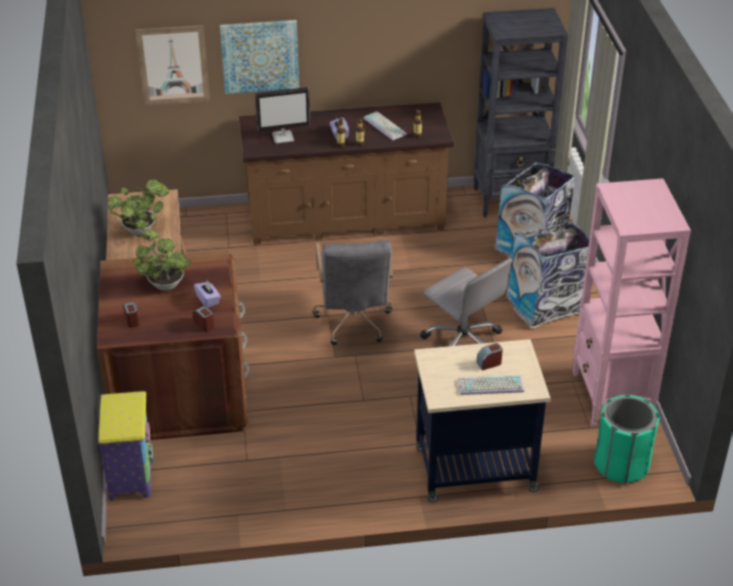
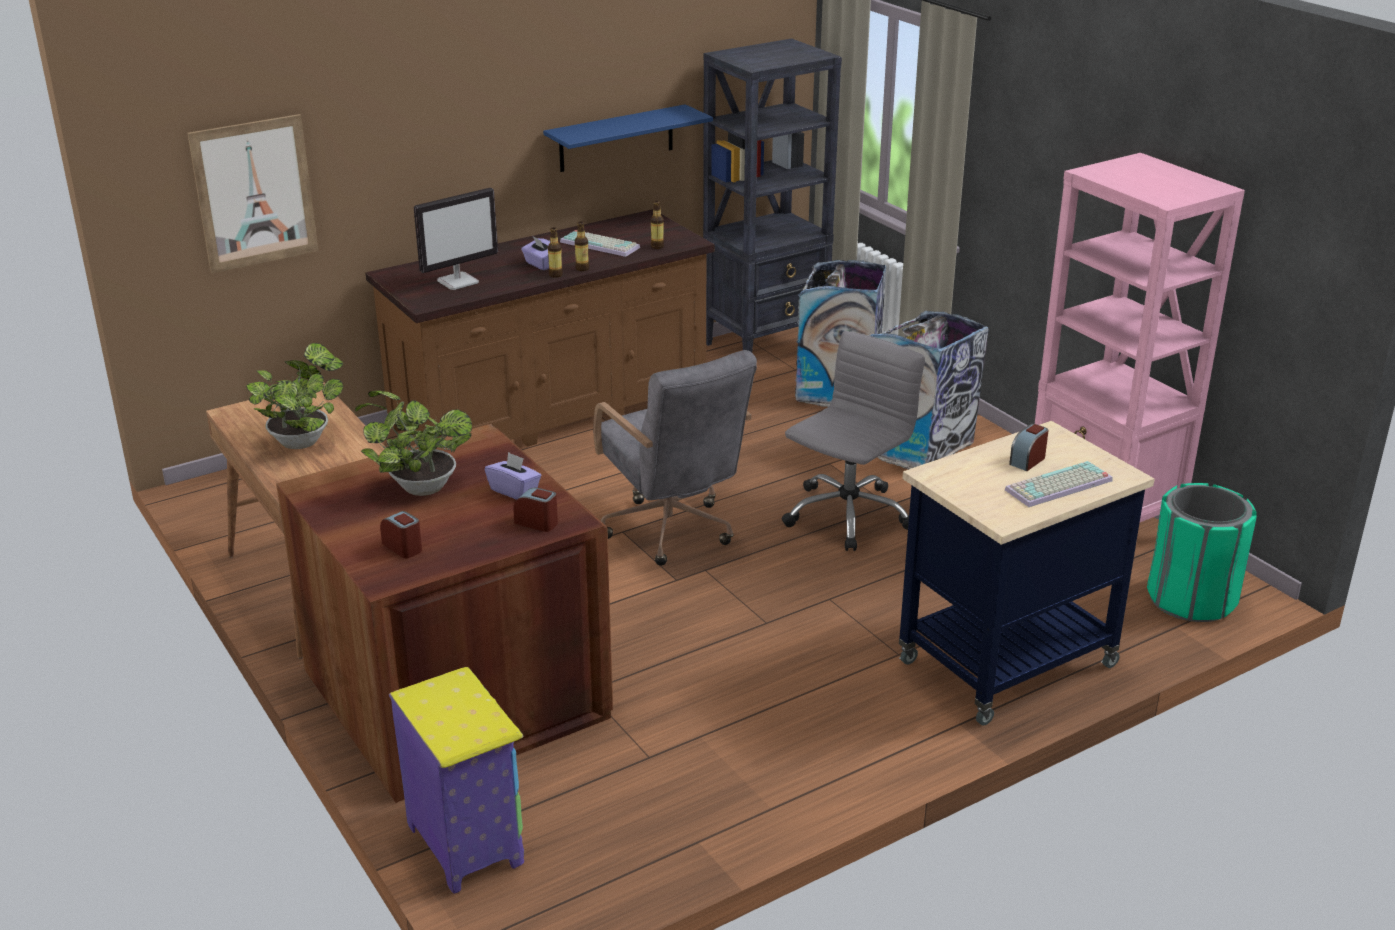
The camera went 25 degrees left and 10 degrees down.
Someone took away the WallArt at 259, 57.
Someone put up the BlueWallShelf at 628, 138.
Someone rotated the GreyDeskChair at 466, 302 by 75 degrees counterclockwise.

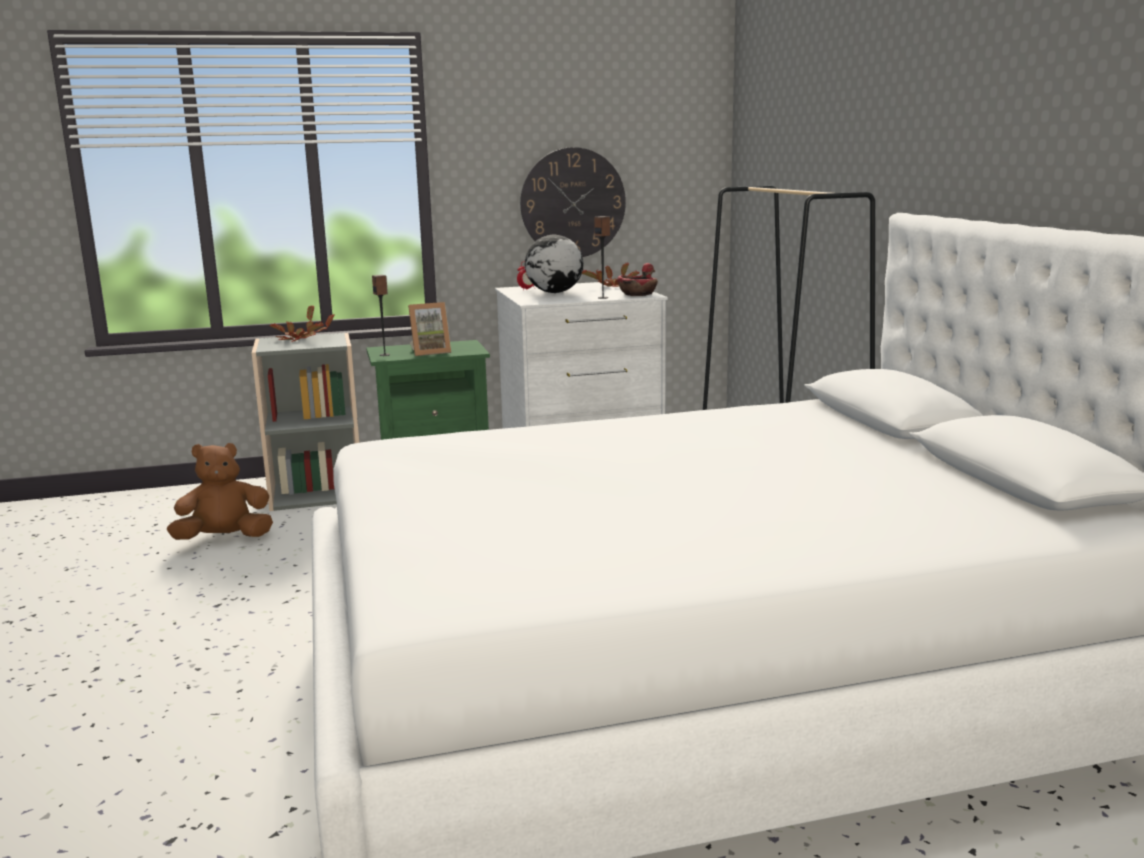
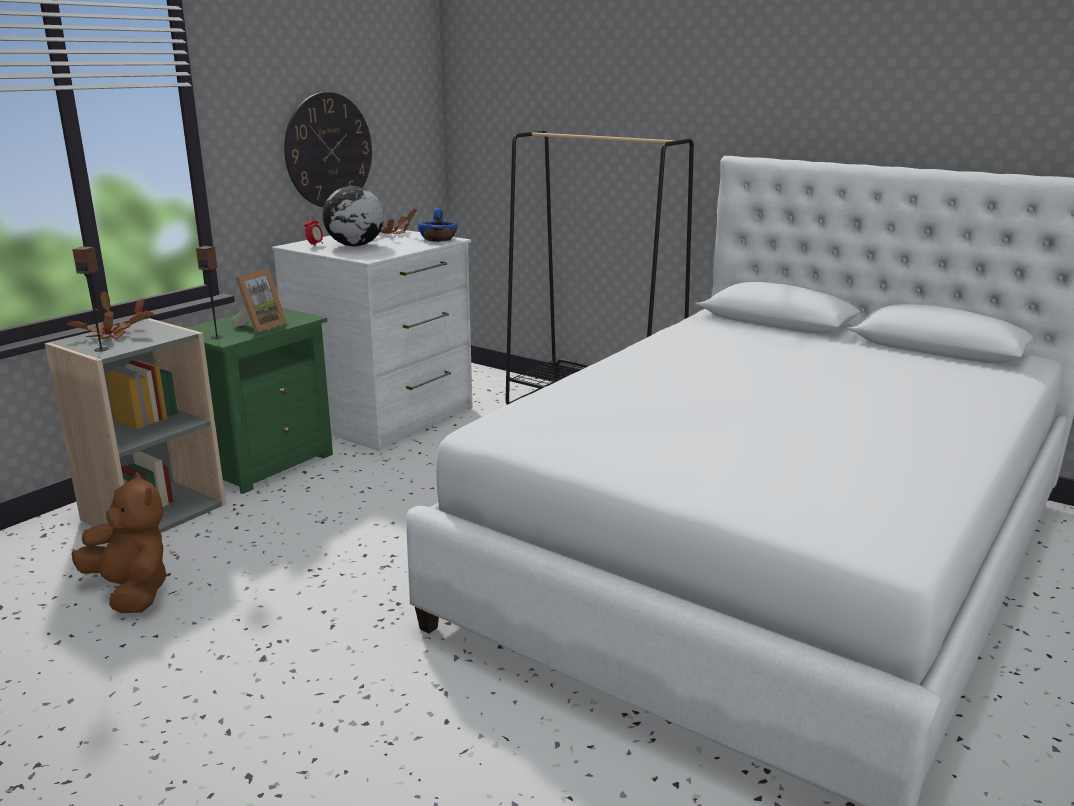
The camera went 40 degrees left and 5 degrees up.
Someone carried the Loudspeaker from 602, 257 to 90, 299.
Someone repainted the RedDeepDish at 637, 279, which became the BlueDeepDish at 438, 225.
Someone rotated the BrownishPlushToy at 220, 491 by 105 degrees clockwise.

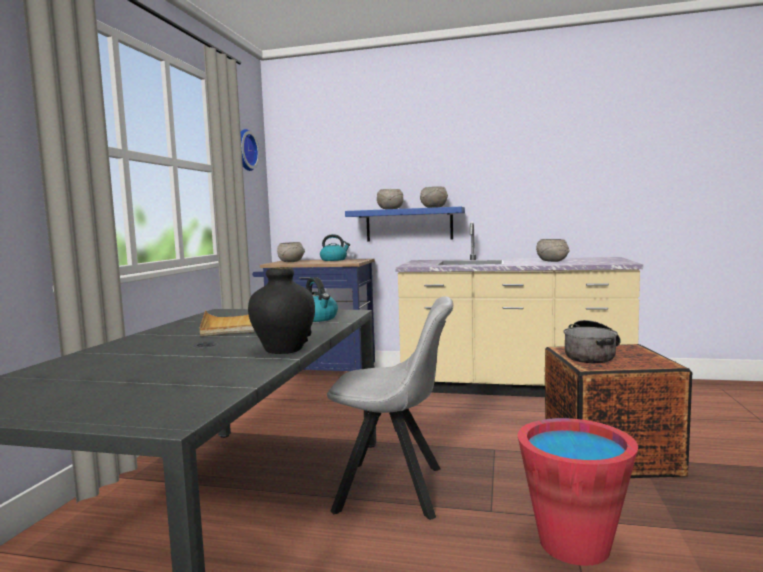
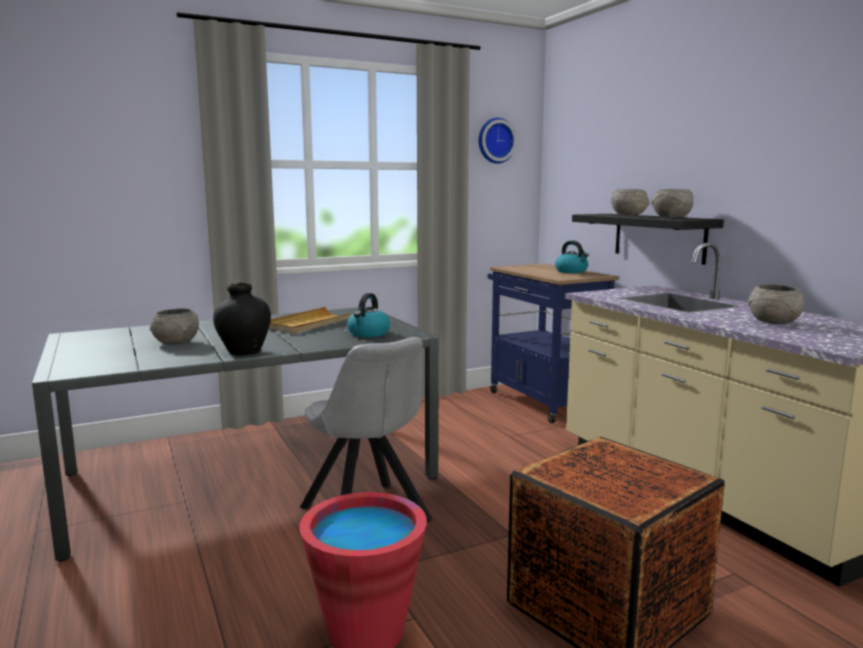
The camera went 50 degrees right and 5 degrees up.
Someone took away the Saucepot at 592, 341.
Someone carried the GreyDeepDish from 291, 252 to 174, 326.
Someone repainted the BlueWallShelf at 405, 224, which became the BlackishWallShelf at 648, 239.

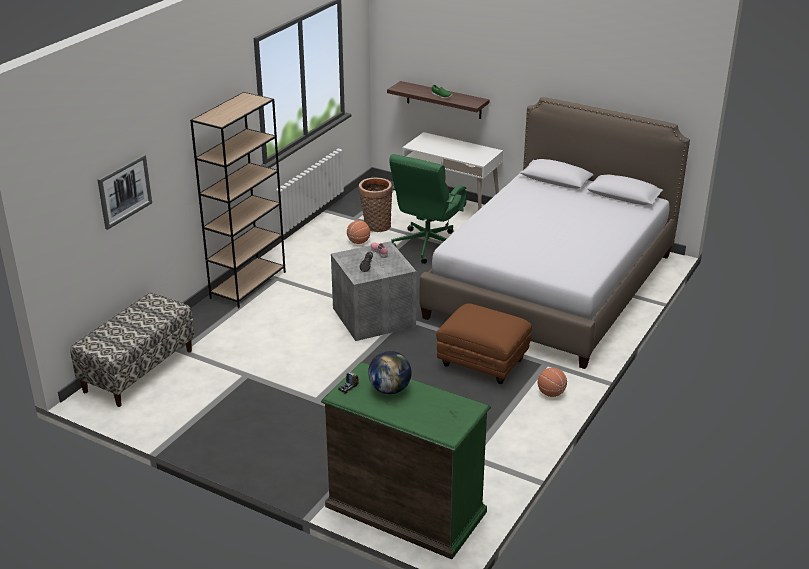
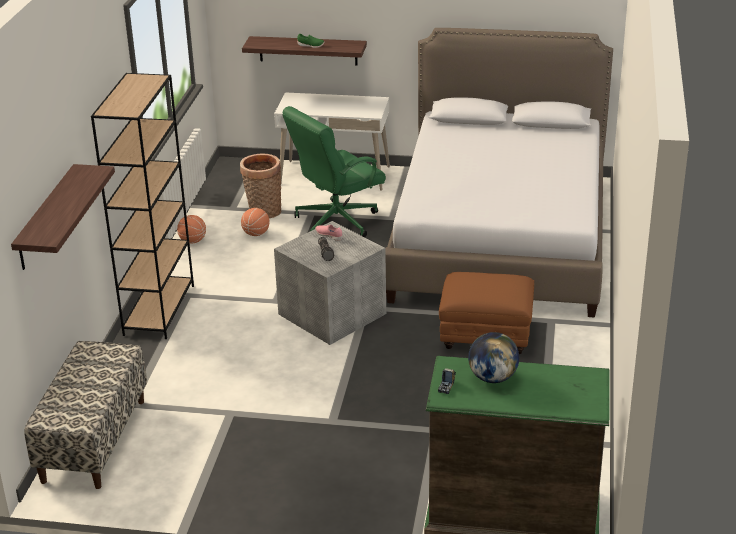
The camera went 20 degrees left and 0 degrees up.
Someone carried the BasketballBall from 552, 382 to 191, 229.
Someone swapped the WallArt at 124, 192 for the WallShelf at 63, 217.
Someone rotated the GreenishDeskChair at 428, 209 by 45 degrees clockwise.

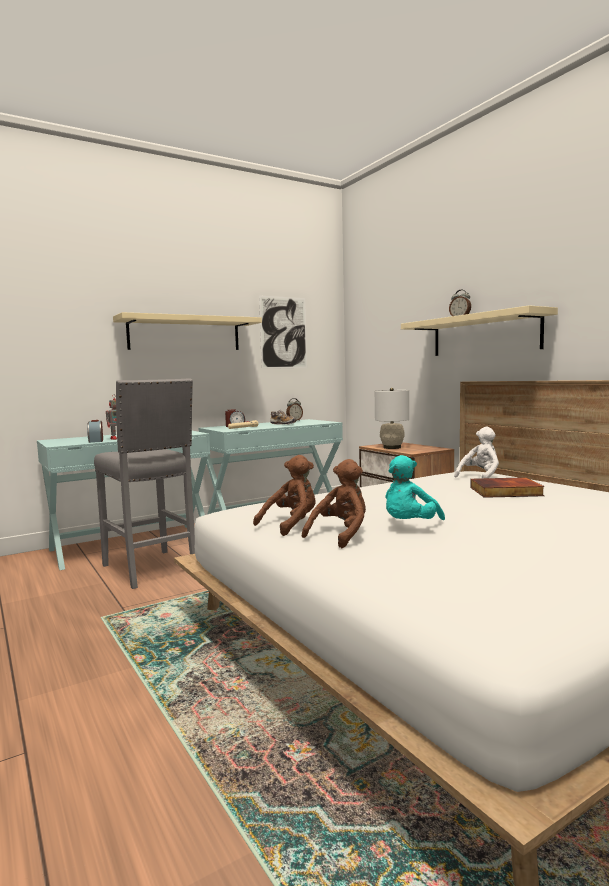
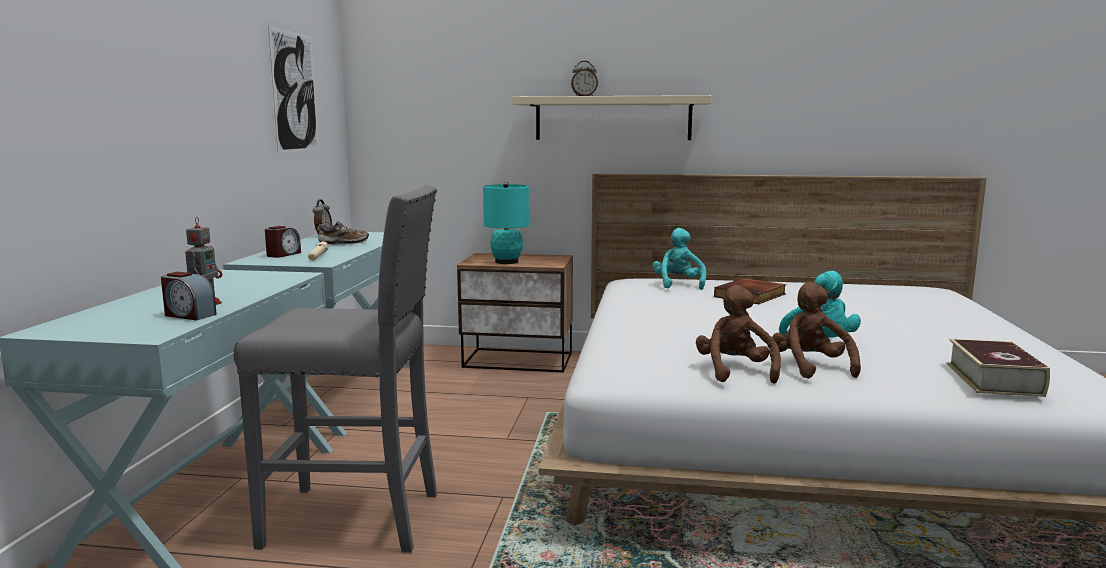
The camera went 50 degrees left and 5 degrees up.
Someone took away the SandColouredWallShelf at 187, 331.
Someone put down the Volume at 998, 368.
Someone repainted the WhiteTabletopLamp at 392, 418, which became the TurquoiseColouredTabletopLamp at 506, 223.
Someone repainted the WhitePlushToy at 476, 452, which became the TurquoiseColouredPlushToy at 680, 259.

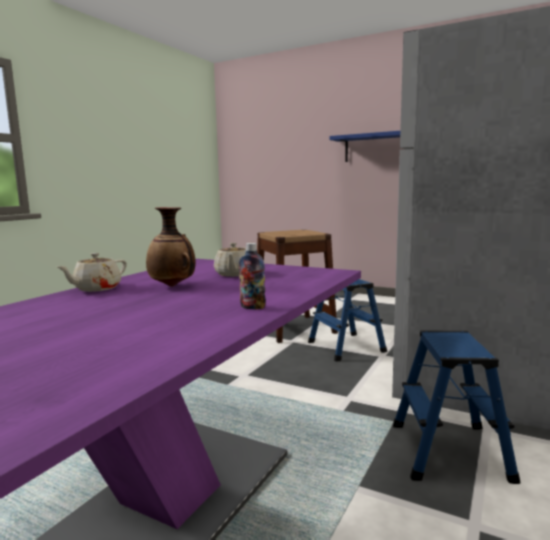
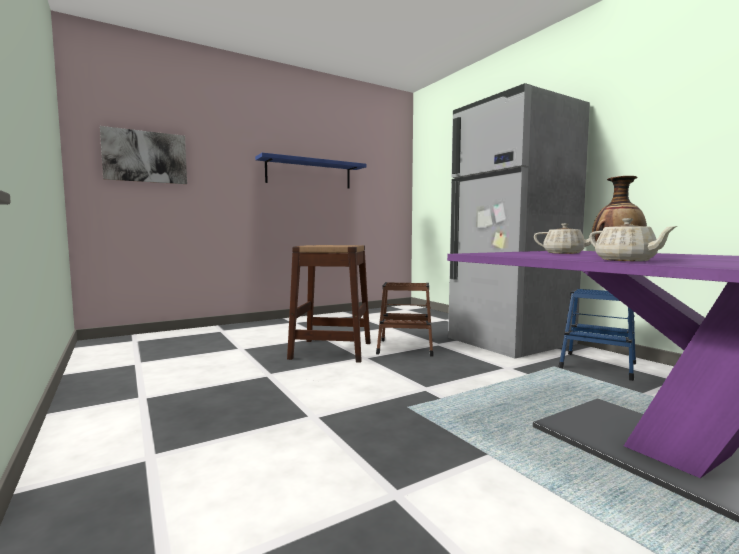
The camera went 60 degrees left and 5 degrees down.
Someone took away the Bottle at 252, 276.
Someone put up the WallArt at 143, 155.
Someone repainted the BlueStepStool at 347, 320, which became the BrownishStepStool at 405, 319.

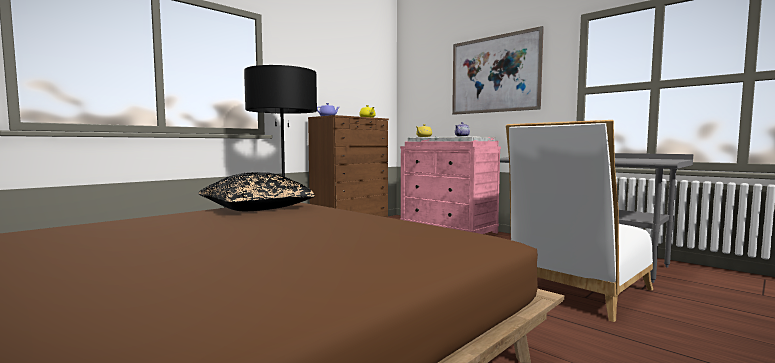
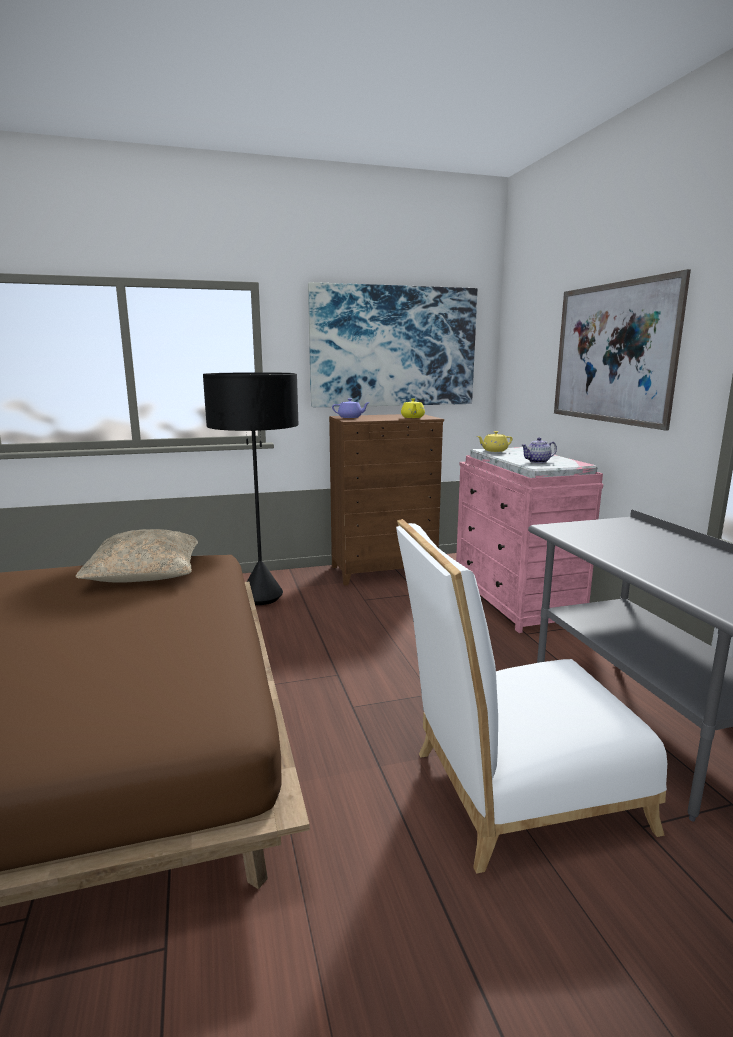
The camera went 30 degrees right and 10 degrees up.
Someone put up the WallArt at 392, 344.
Someone repainted the BlackishCushion at 256, 191, which became the SandColouredCushion at 137, 556.

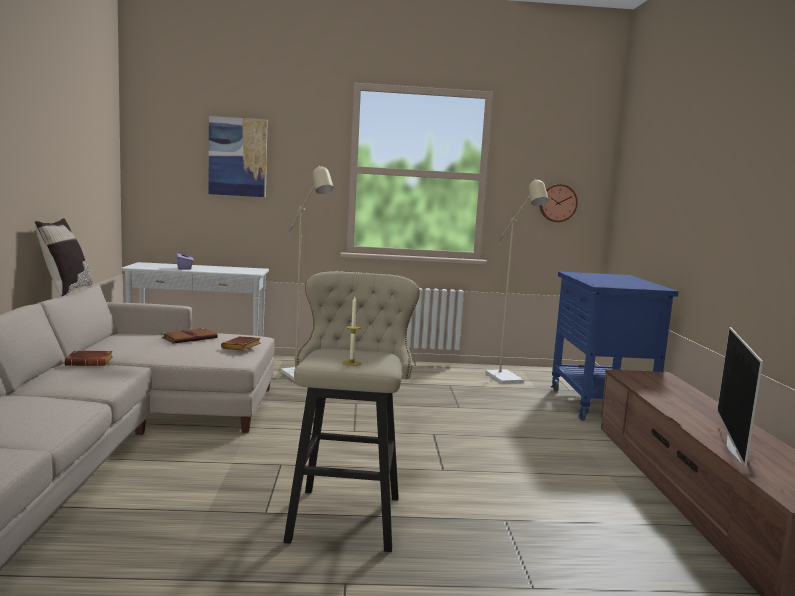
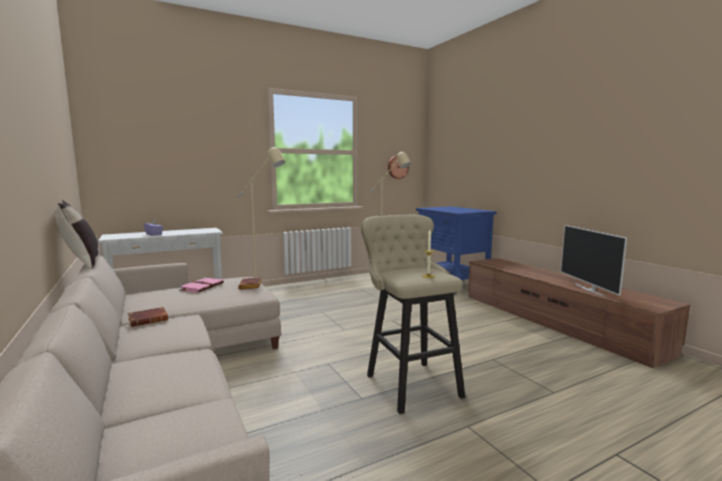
The camera went 25 degrees left and 0 degrees up.
Someone took away the WallArt at 238, 156.
Someone repainted the BrownishVolume at 189, 336, which became the PinkColouredVolume at 201, 285.

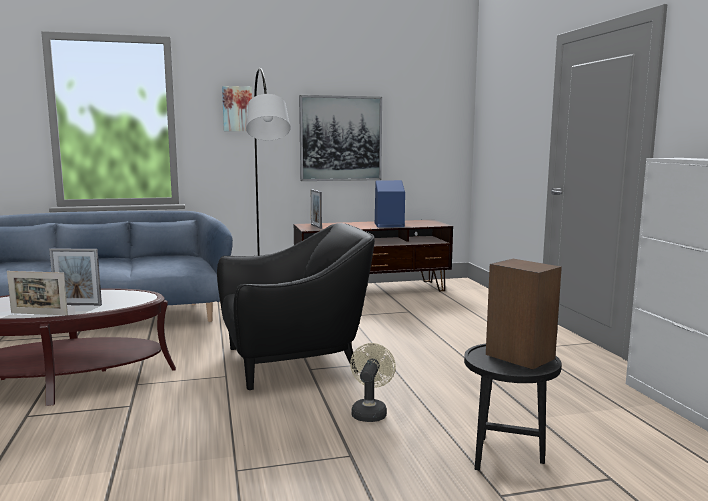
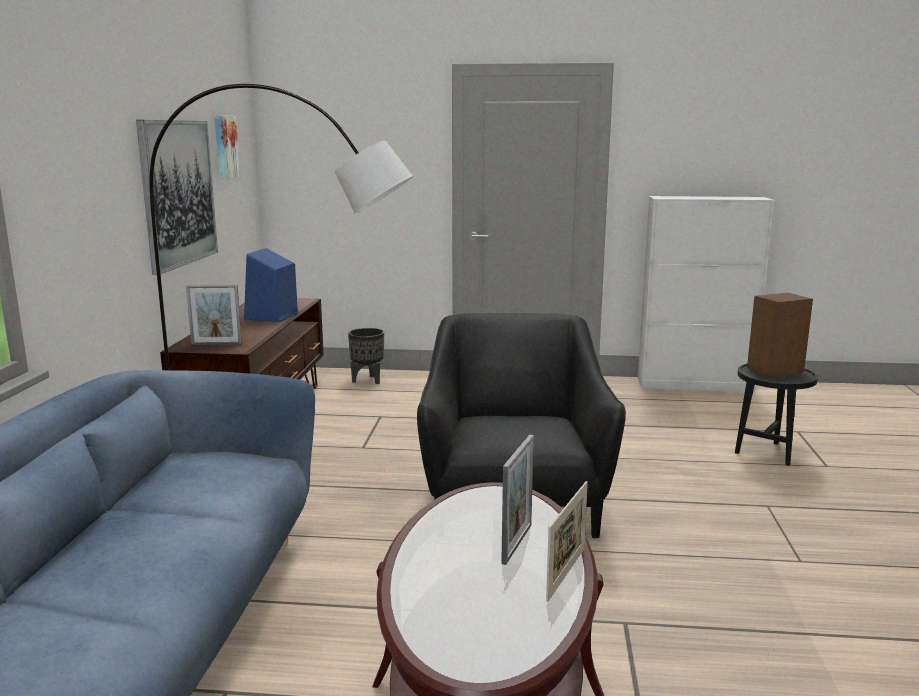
The camera went 70 degrees left and 5 degrees up.
Someone took away the SandColouredElectricFan at 373, 382.
Someone put down the BlackishFlowerPot at 366, 356.
Someone carried the WallArt from 237, 108 to 227, 147.

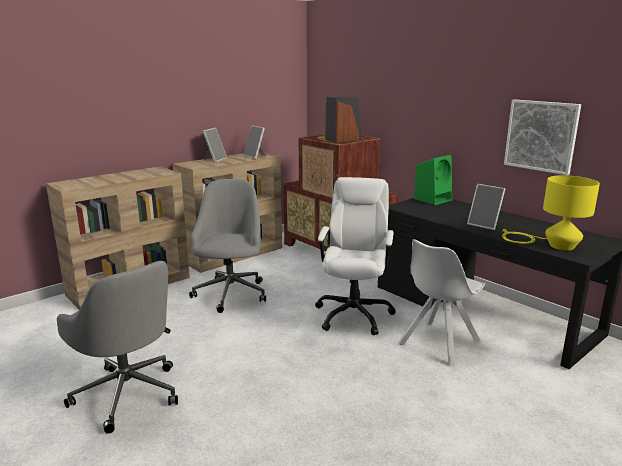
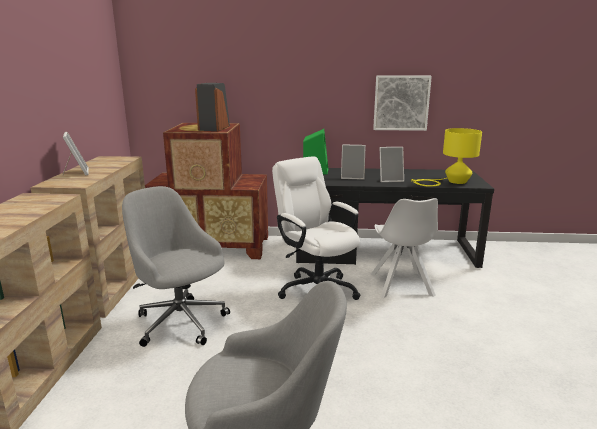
The camera went 45 degrees left and 0 degrees up.
Someone carried the PhotoFrame from 254, 142 to 353, 162.

